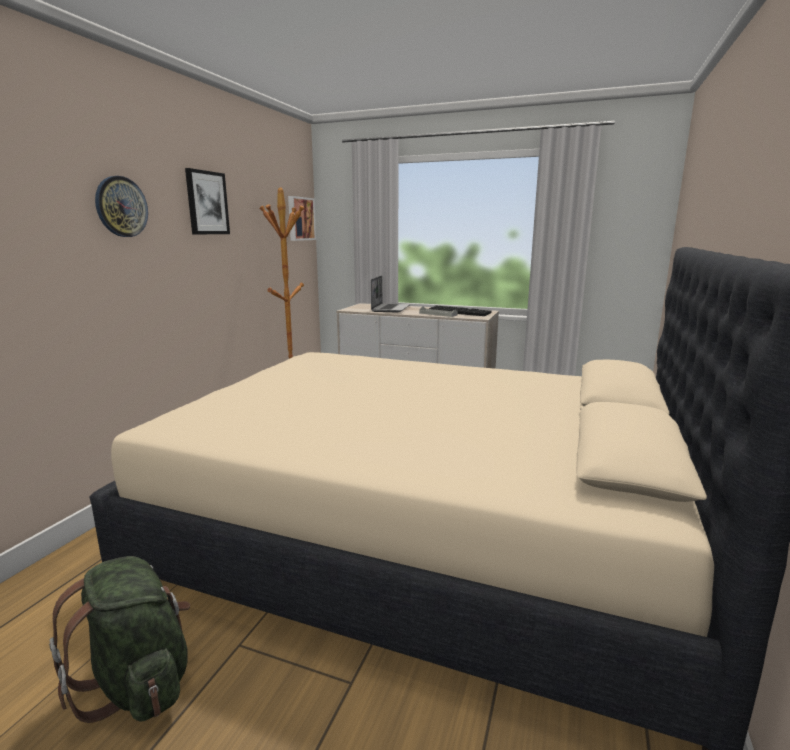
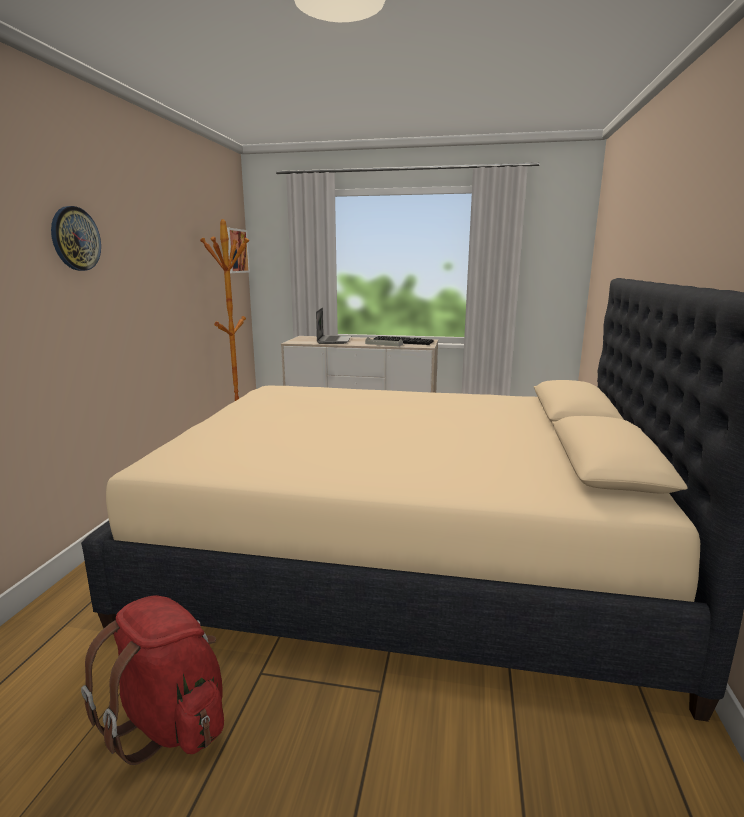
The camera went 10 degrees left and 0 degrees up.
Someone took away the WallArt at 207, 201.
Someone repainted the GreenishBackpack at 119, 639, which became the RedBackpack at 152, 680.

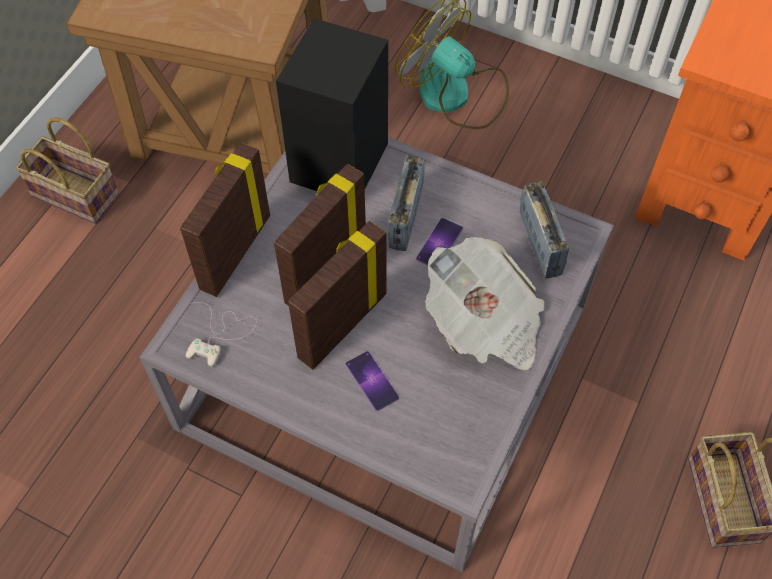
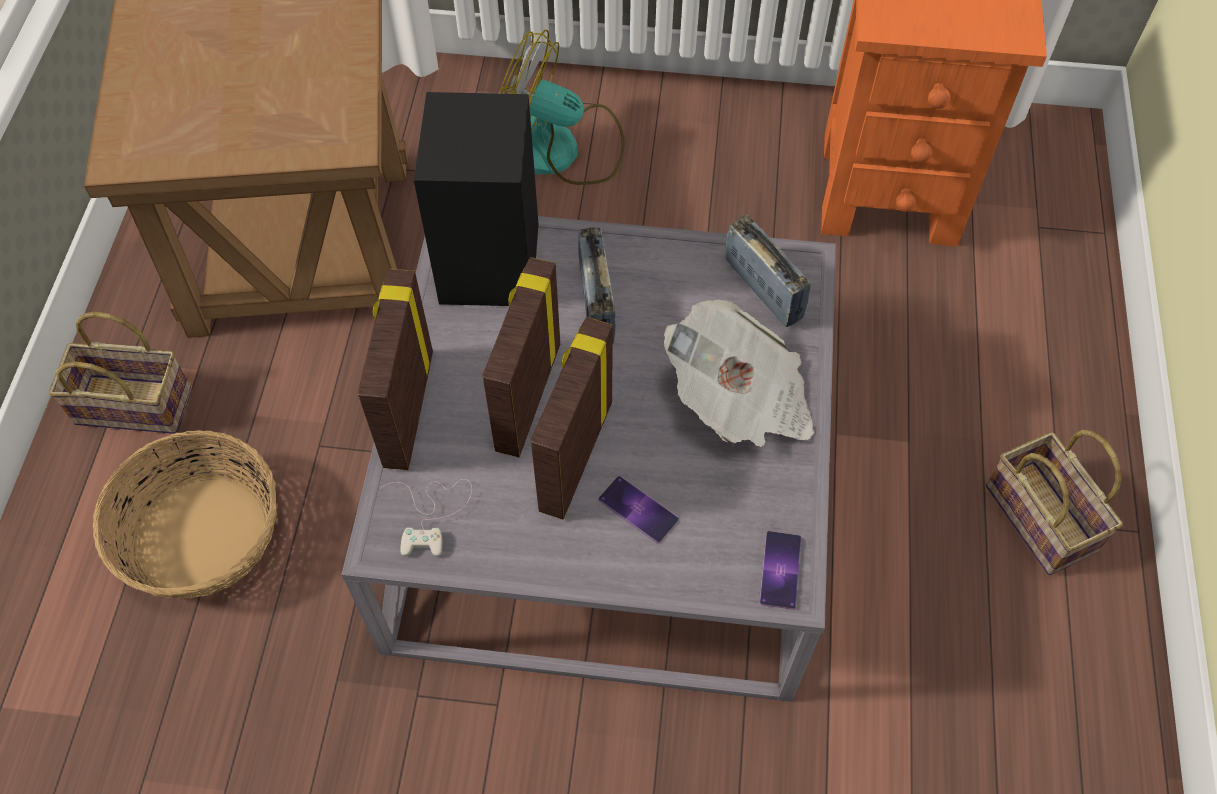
The camera went 20 degrees left and 0 degrees up.
Someone put down the HouseholdBasket at 185, 514.
Someone carried the Phone from 439, 242 to 781, 570.

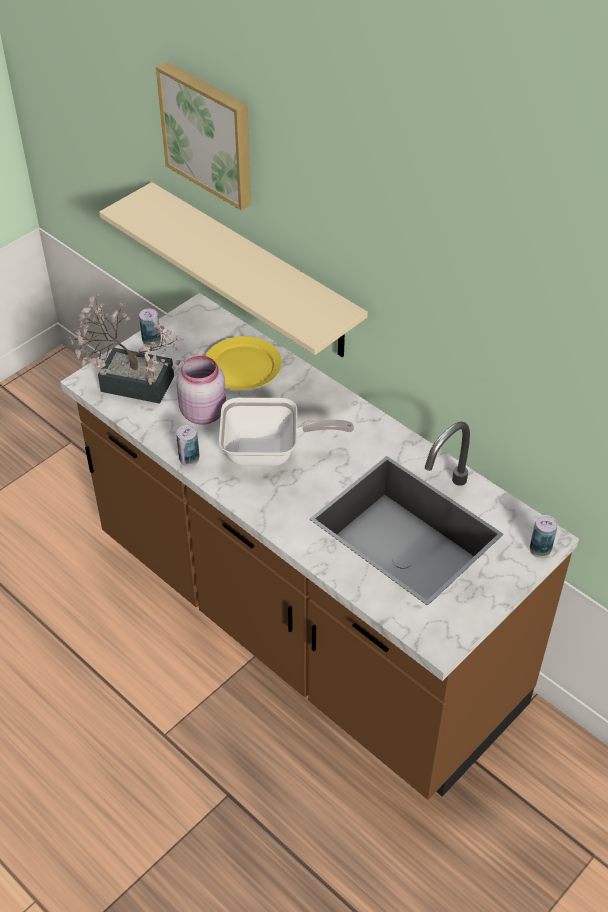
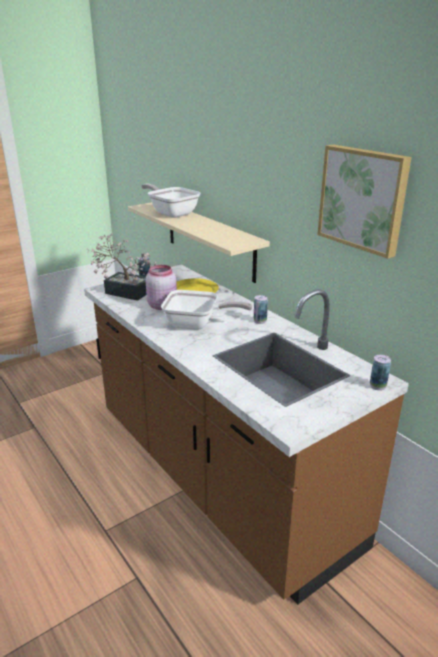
The camera went 10 degrees right and 20 degrees down.
Someone put down the FryingPan at 171, 200.
Someone carried the WallArt from 203, 136 to 364, 202.
Someone carried the MetalCan from 188, 446 to 261, 309.

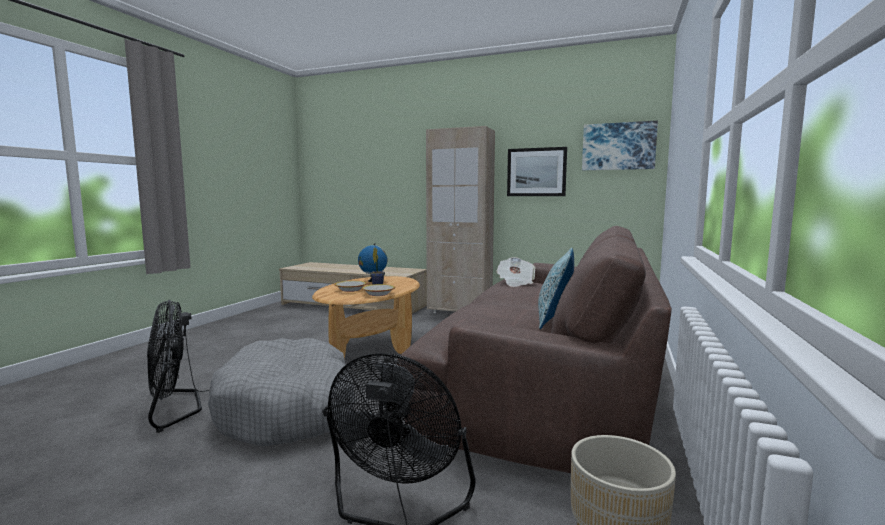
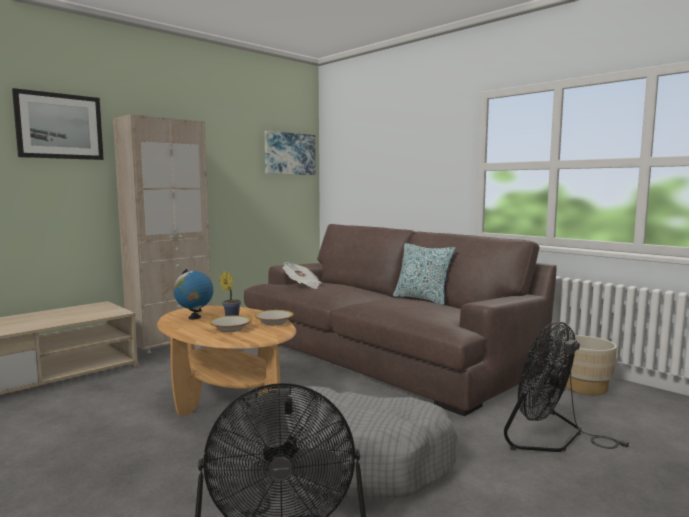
The camera went 65 degrees left and 0 degrees up.
Someone carried the WallArt from 537, 171 to 58, 124.

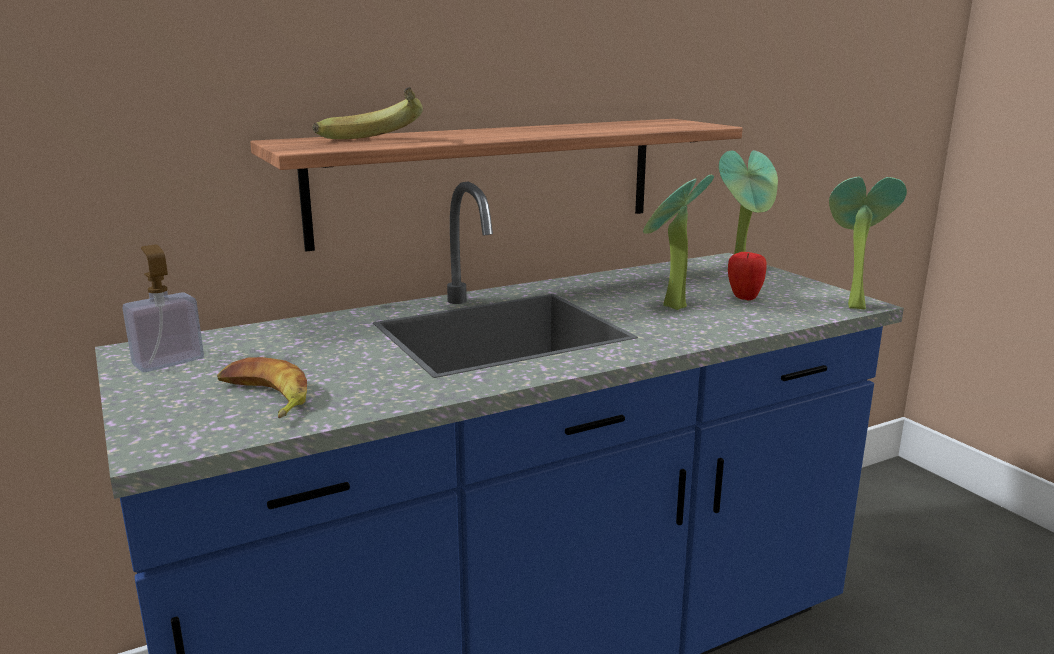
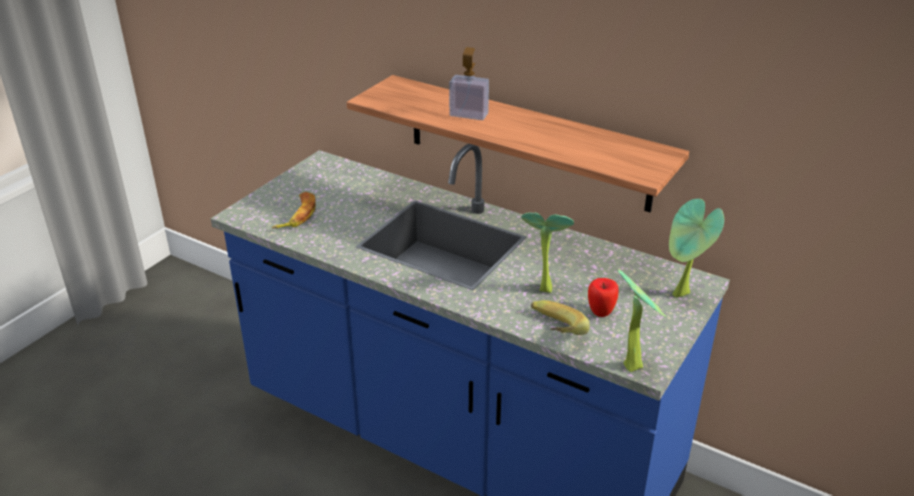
The camera went 60 degrees right and 15 degrees up.
Someone carried the SoapBottle from 163, 308 to 469, 83.
Someone carried the BananaFruit from 367, 113 to 560, 317.

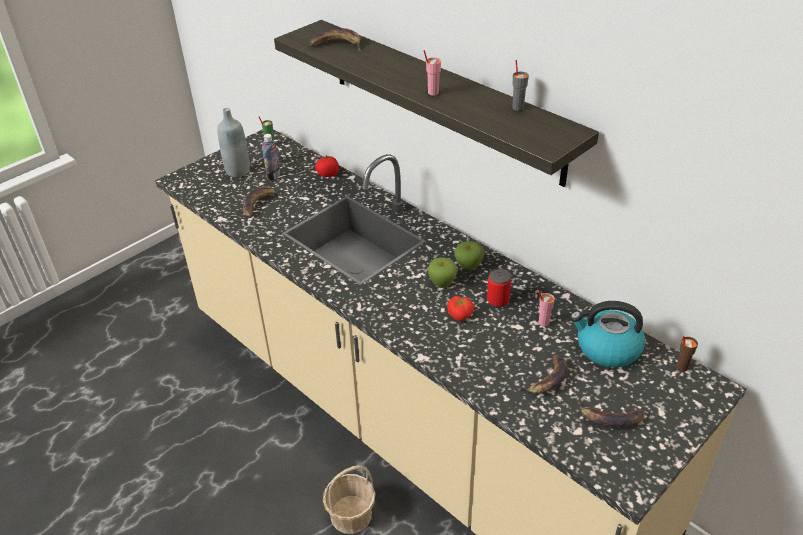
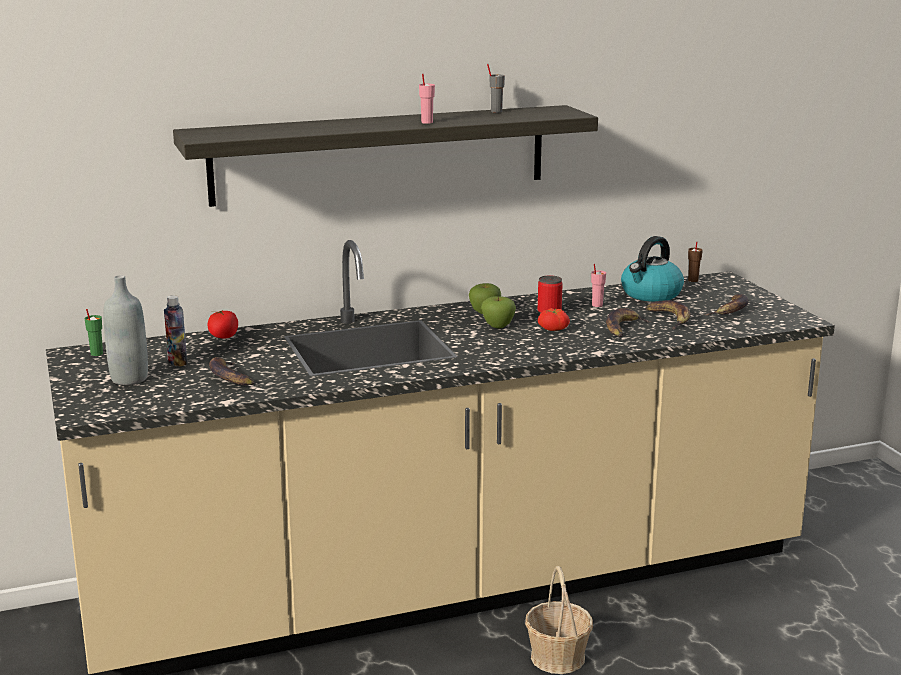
The camera went 65 degrees left and 20 degrees down.
Someone carried the BananaFruit from 335, 39 to 628, 322.

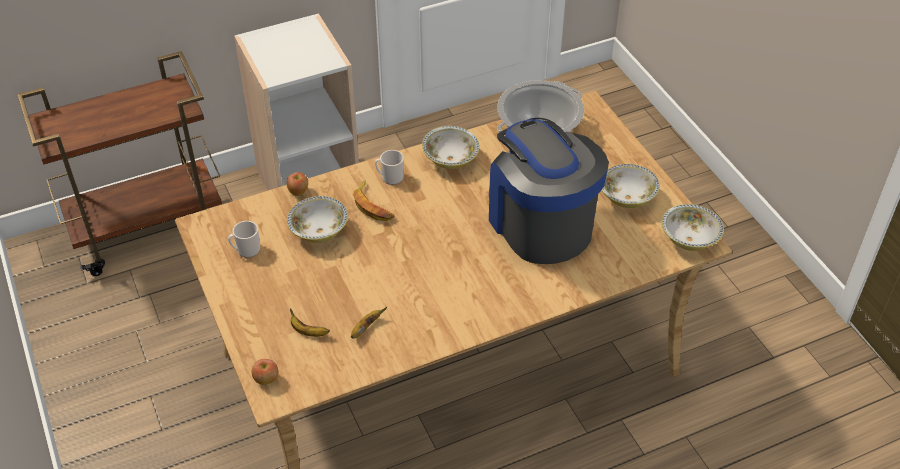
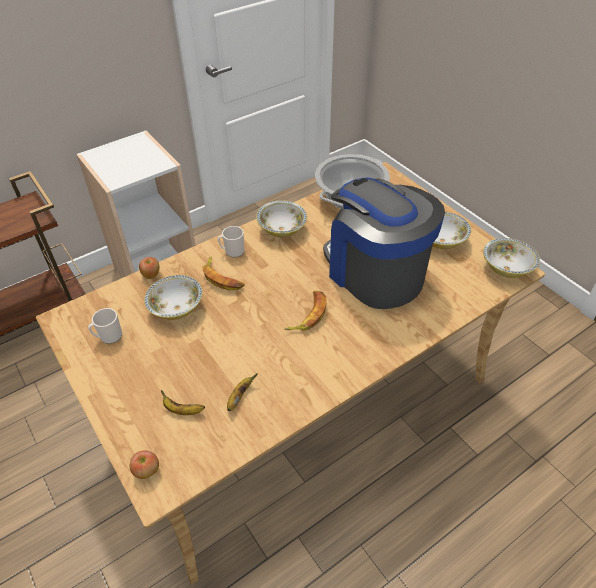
The camera went 10 degrees left and 0 degrees up.
Someone put down the BananaFruit at 305, 310.

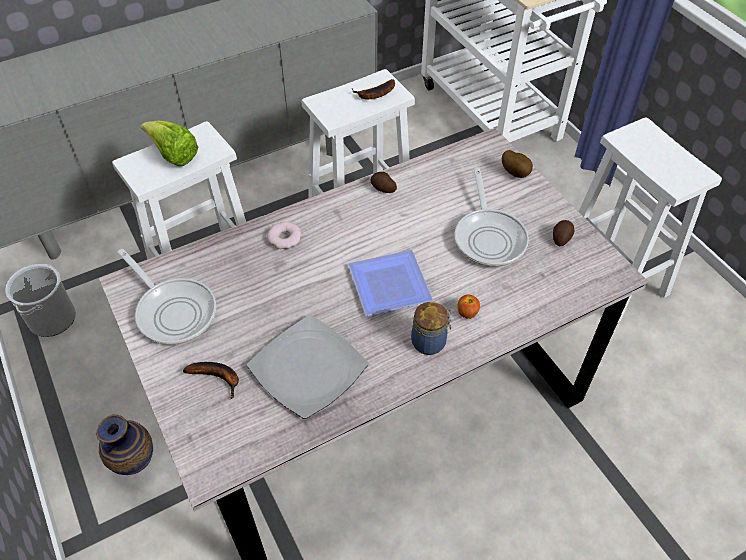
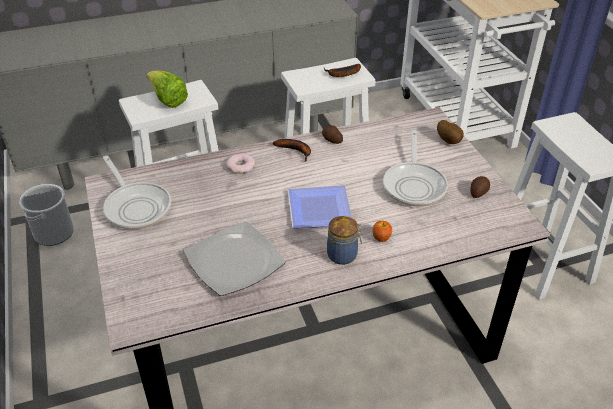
The camera went 10 degrees right and 10 degrees down.
Someone took away the Vase at 124, 444.
Someone carried the BananaFruit from 211, 380 to 292, 150.

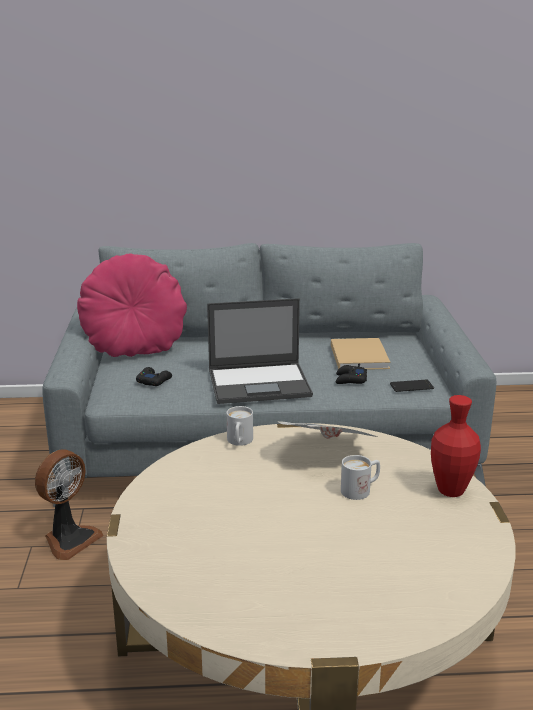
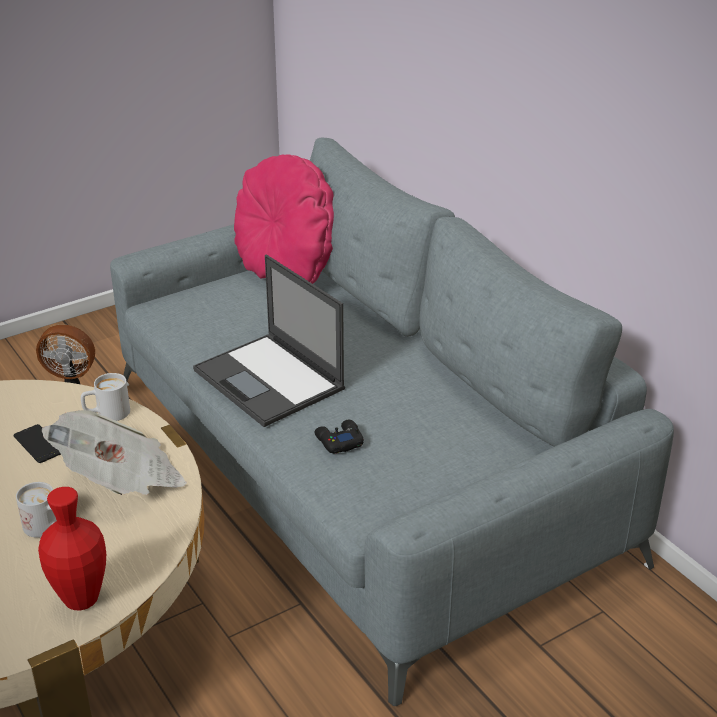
The camera went 60 degrees right and 10 degrees up.
Someone took away the BlackishGamepad at 154, 376.
Someone took away the SandColouredVolume at 360, 354.
Someone carried the Phone from 412, 386 to 37, 443.

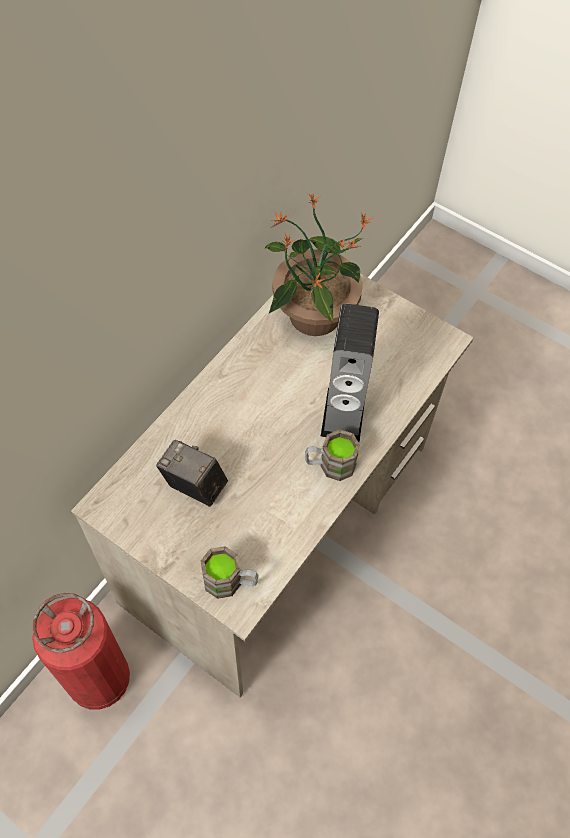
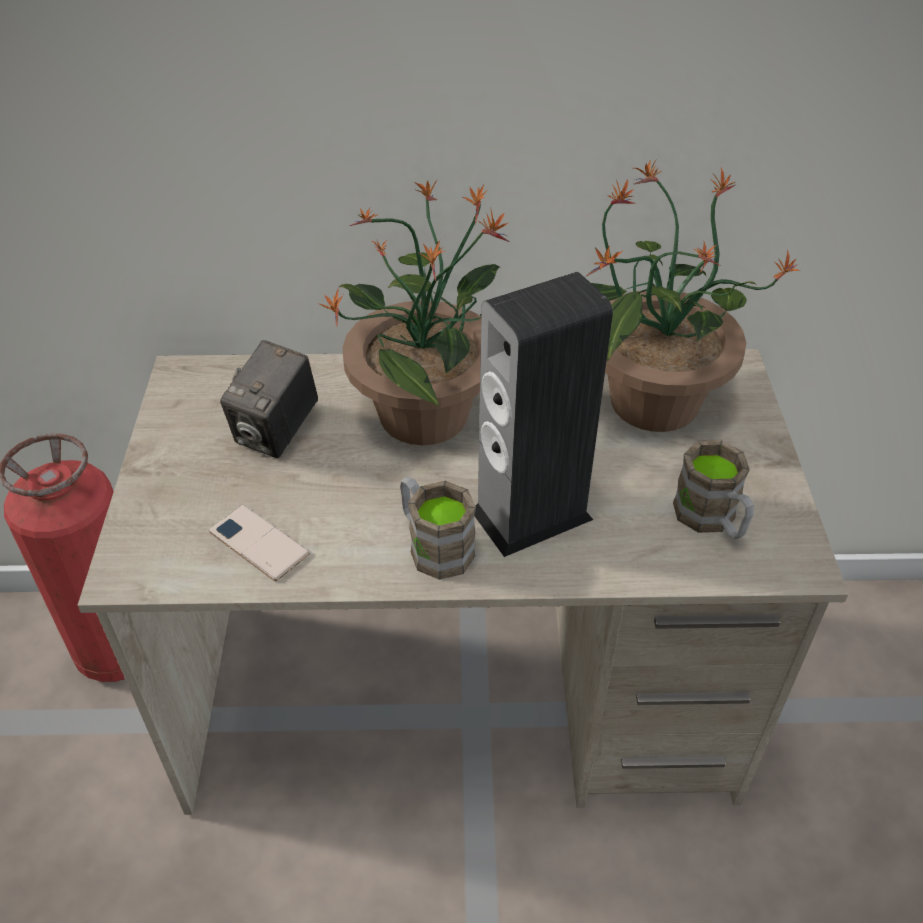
The camera went 55 degrees right and 15 degrees down.
Someone put down the Phone at 259, 543.
Someone put down the PottedPlant at 414, 312.
Someone carried the BrownishMug from 229, 572 to 713, 489.
Someone rotated the StillCamera at 192, 473 by 150 degrees counterclockwise.

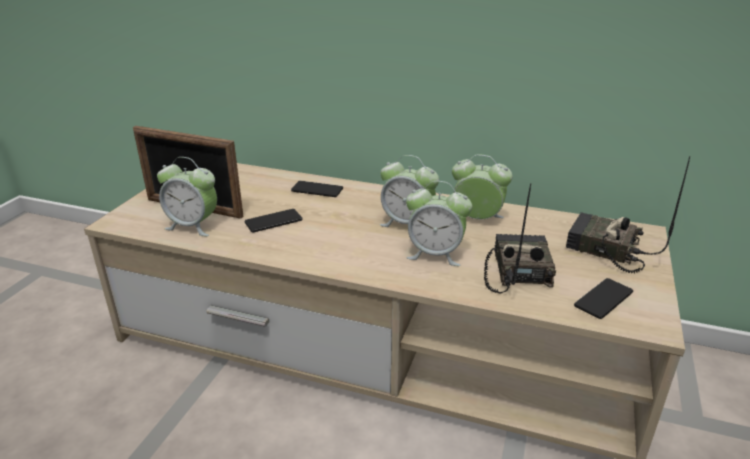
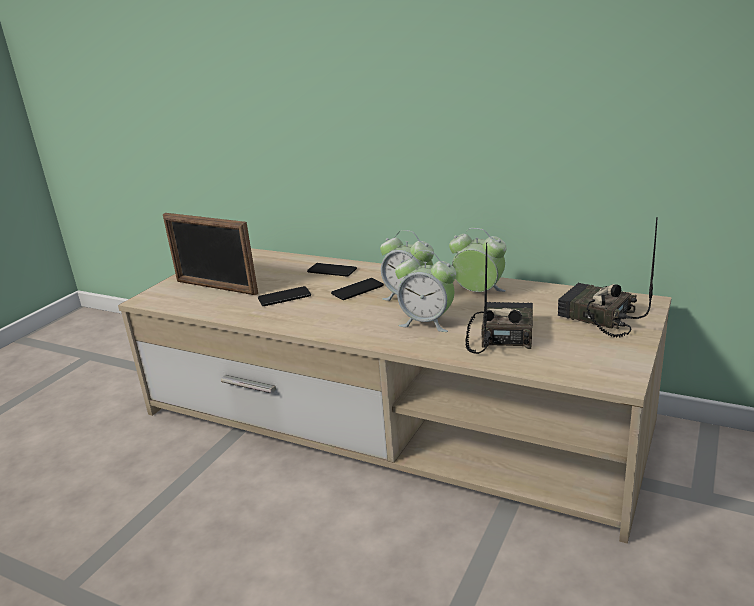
The camera went 10 degrees right and 5 degrees down.
Someone took away the AlarmClock at 187, 196.
Someone carried the Phone from 603, 298 to 357, 289.

